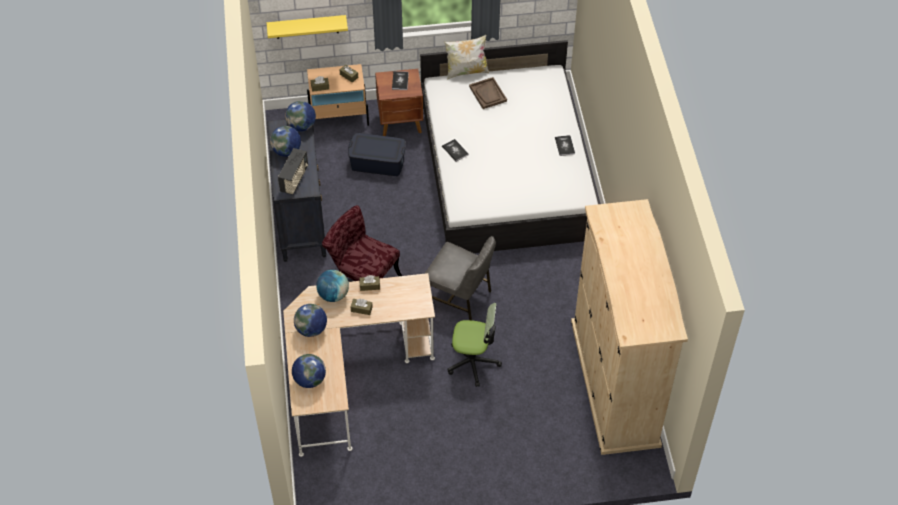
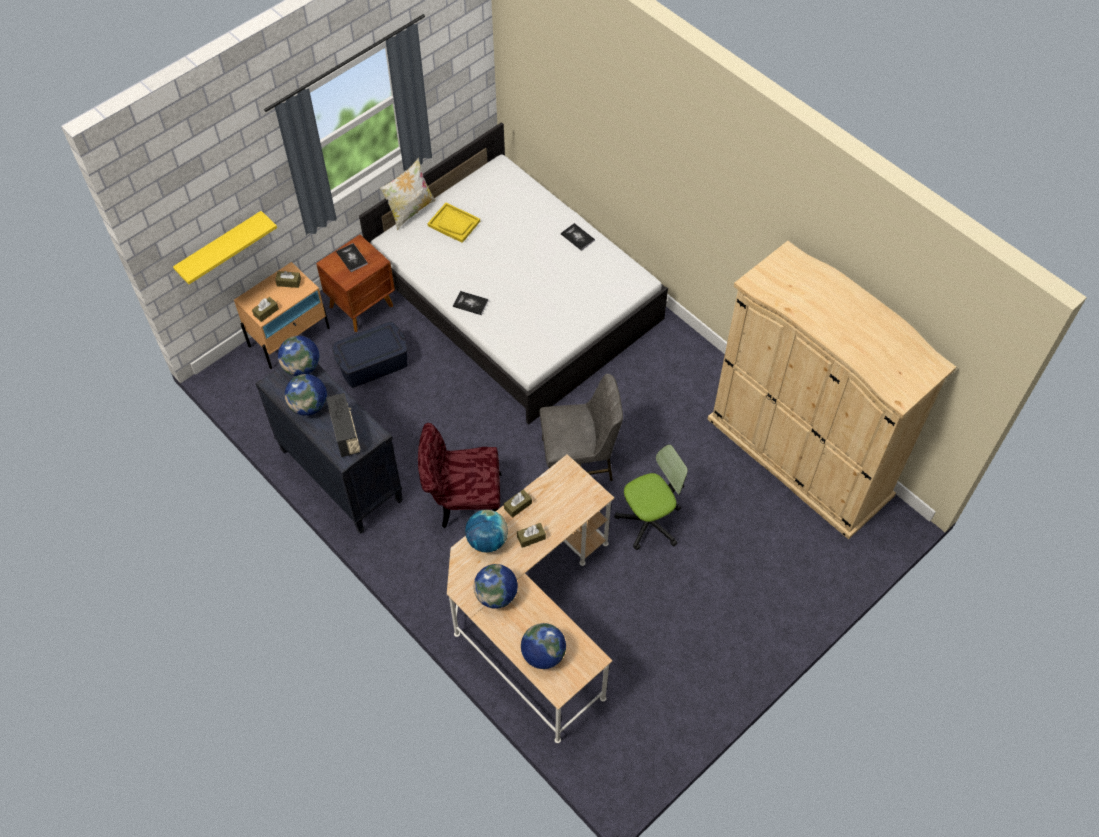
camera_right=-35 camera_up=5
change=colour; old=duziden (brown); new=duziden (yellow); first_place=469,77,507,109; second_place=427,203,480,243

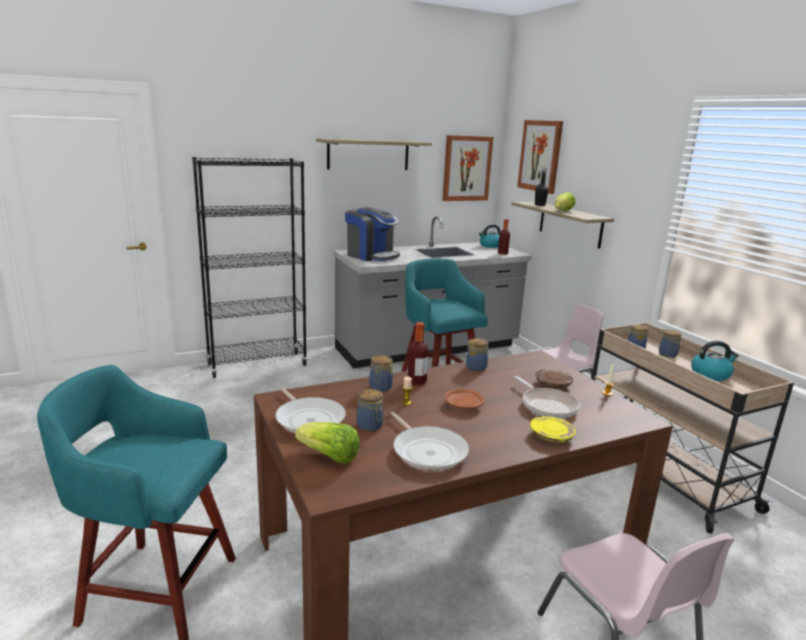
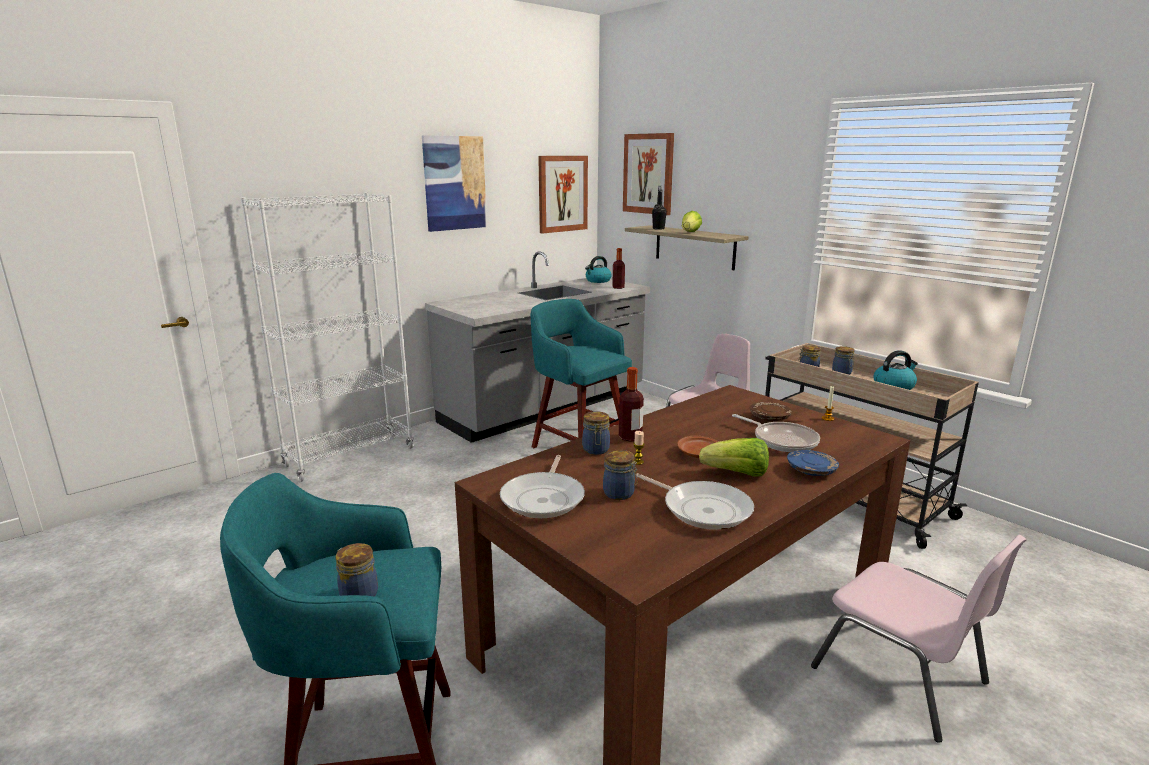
camera_right=-15 camera_up=0
change=colour; old=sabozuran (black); new=sabozuran (white); first_place=192,157,307,378; second_place=241,193,414,482
change=spun; old=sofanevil; first_place=275,386,346,433; second_place=500,455,585,518; degrees=60
change=relocated; old=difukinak; first_place=295,422,360,464; second_place=699,438,769,477
change=exchanged; old=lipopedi; new=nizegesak; first_place=316,138,432,170; second_place=422,135,487,232
change=missing; old=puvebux; first_place=345,207,400,261
change=relocated; old=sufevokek; first_place=466,338,489,371; second_place=335,543,378,596
change=colour; old=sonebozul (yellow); new=sonebozul (blue); first_place=530,416,576,442; second_place=787,450,839,476

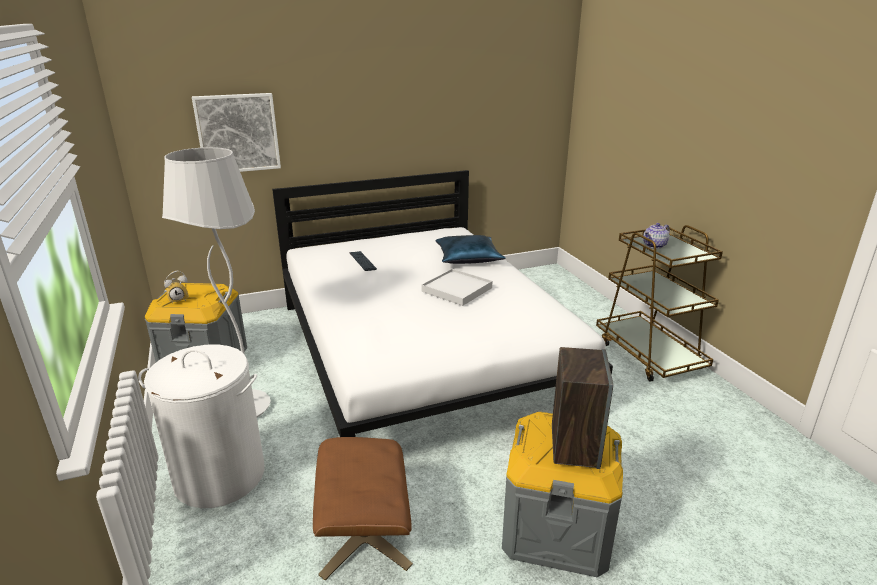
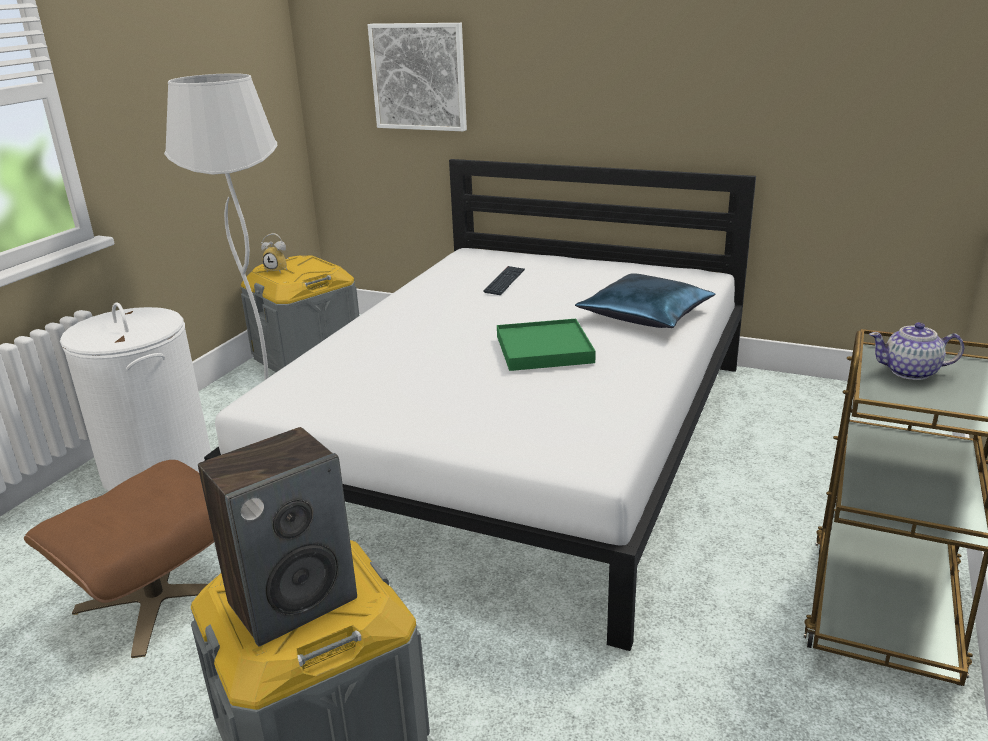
camera_right=45 camera_up=0
change=colour; old=duziden (white); new=duziden (green); first_place=421,269,492,306; second_place=497,319,596,371

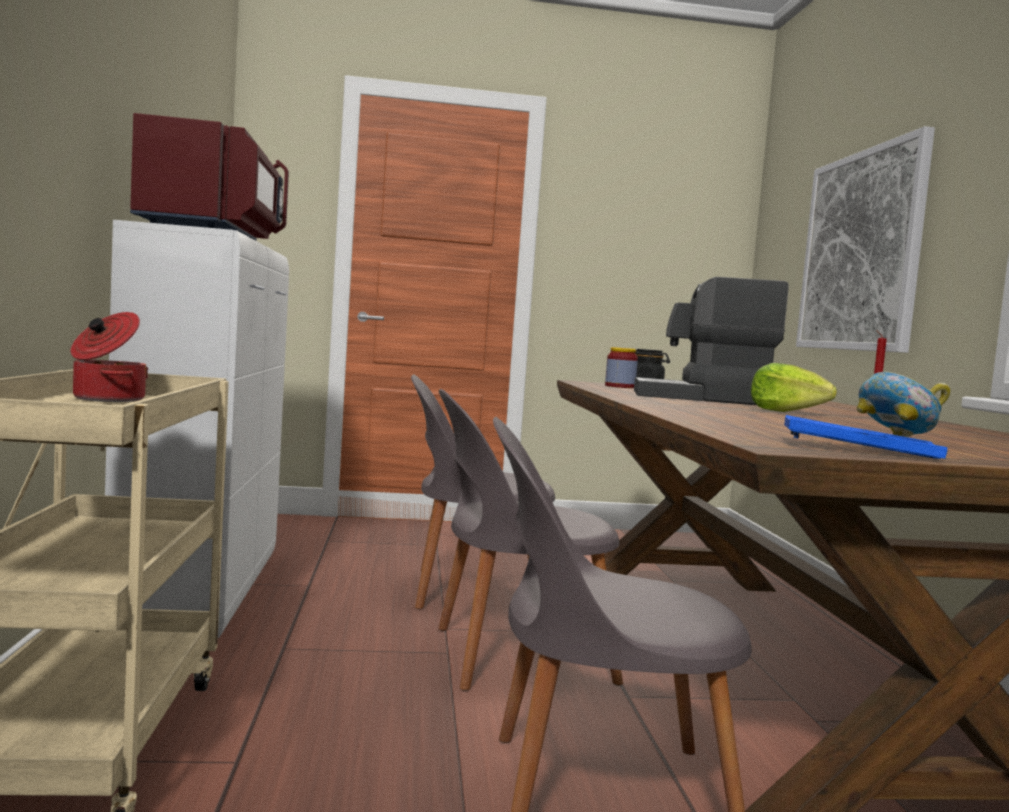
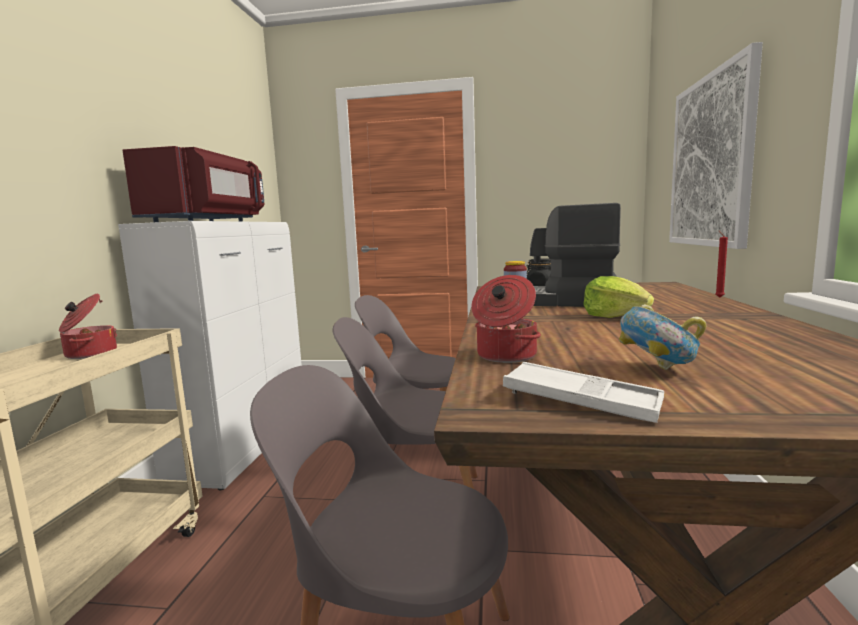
camera_right=15 camera_up=5
change=colour; old=duziden (blue); new=duziden (white); first_place=784,415,947,459; second_place=503,362,664,423
change=appeared; new=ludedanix; second_place=471,275,541,363

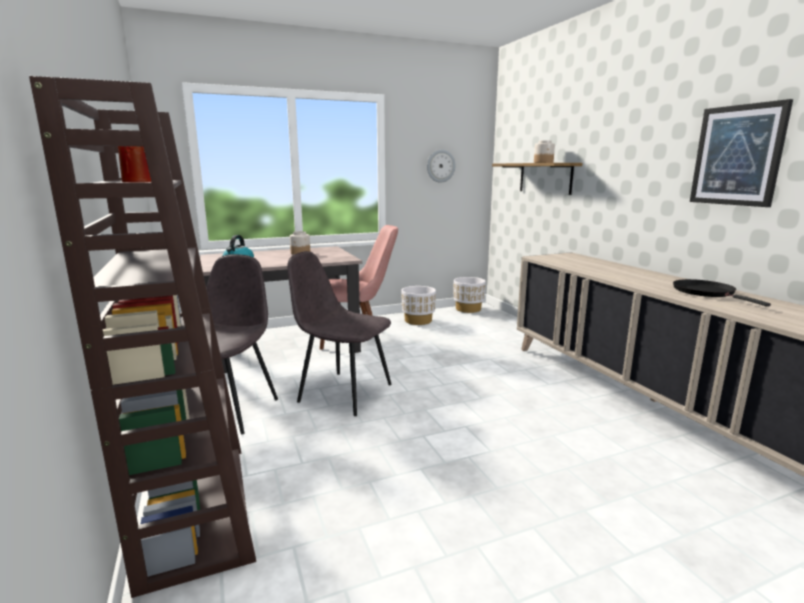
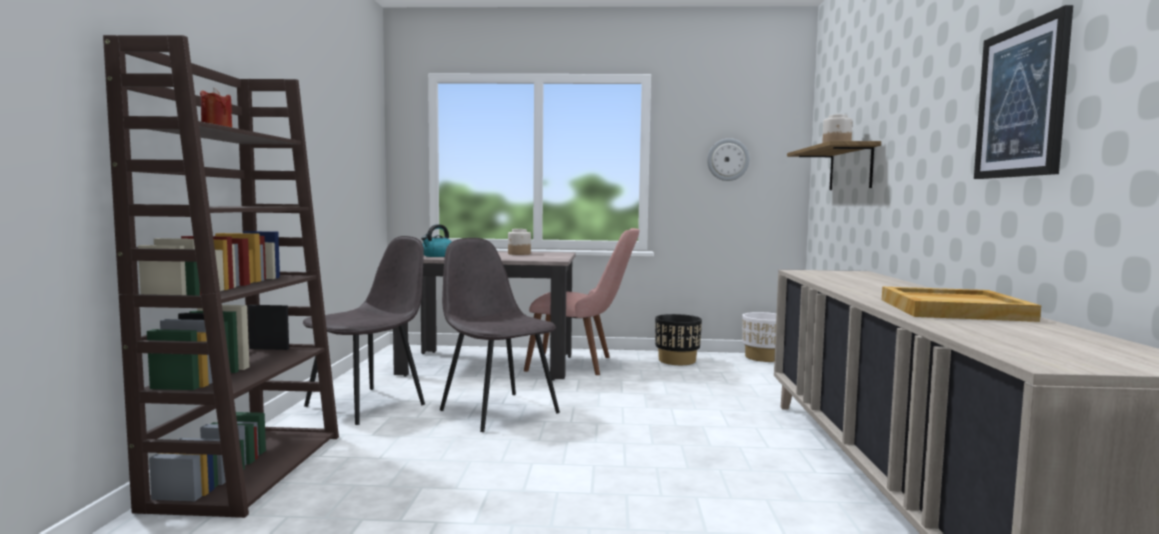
camera_right=25 camera_up=-10
change=colour; old=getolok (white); new=getolok (black); first_place=402,286,436,325; second_place=655,314,702,365
change=exchanged; old=sofanevil (black); new=duziden (beige); first_place=673,279,771,307; second_place=882,287,1041,322

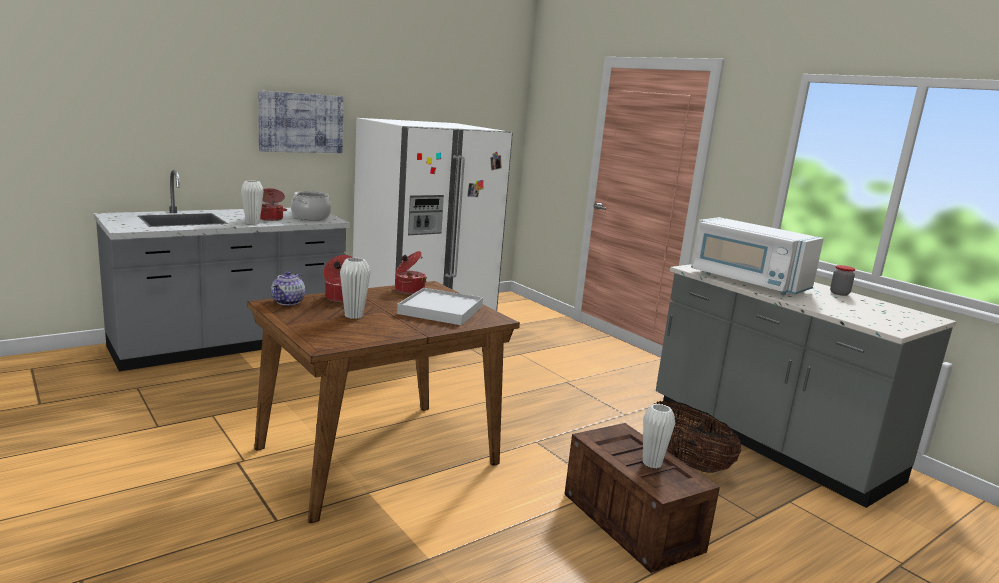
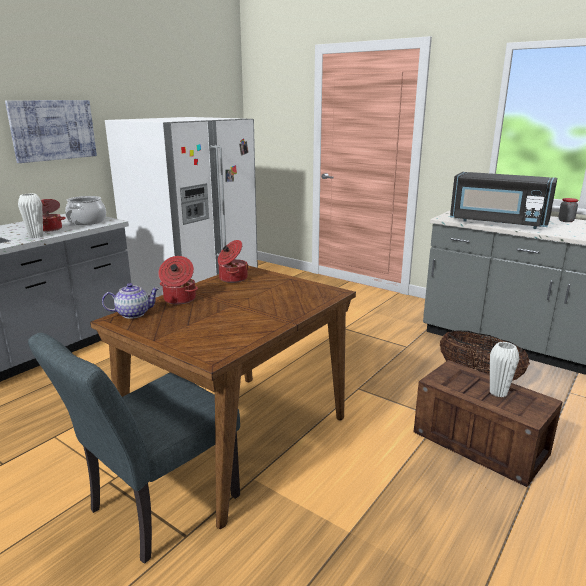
camera_right=-15 camera_up=5
change=spun; old=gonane; first_place=271,271,305,305; second_place=102,283,160,319; degrees=-105
change=missing; old=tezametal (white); first_place=340,258,370,319
change=missing; old=duziden (white); first_place=397,288,483,325
change=colour; old=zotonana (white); new=zotonana (black); first_place=691,217,824,295; second_place=450,172,557,229
change=appeared; new=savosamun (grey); second_place=28,333,240,564

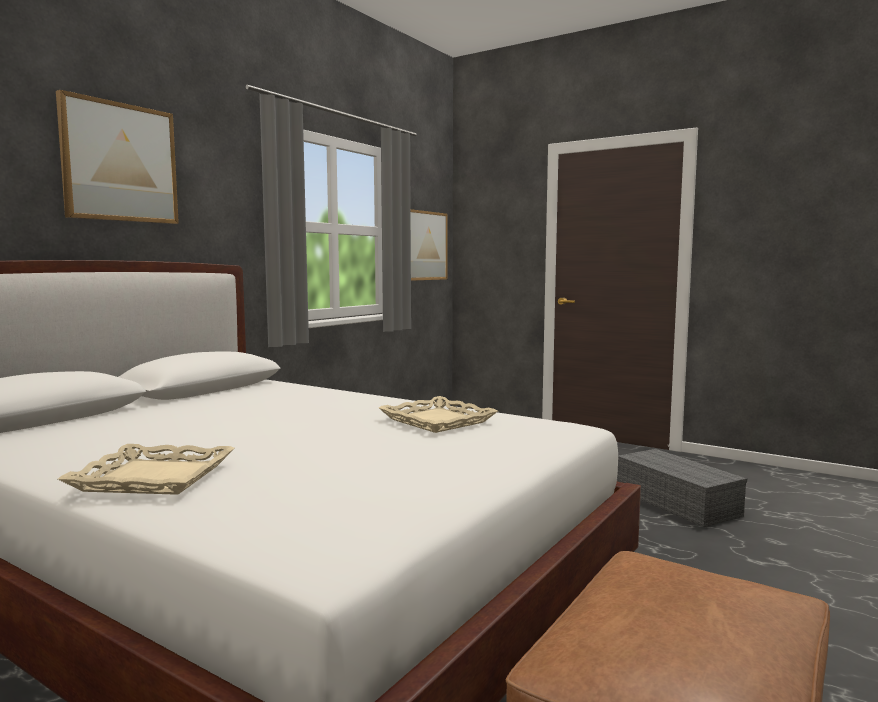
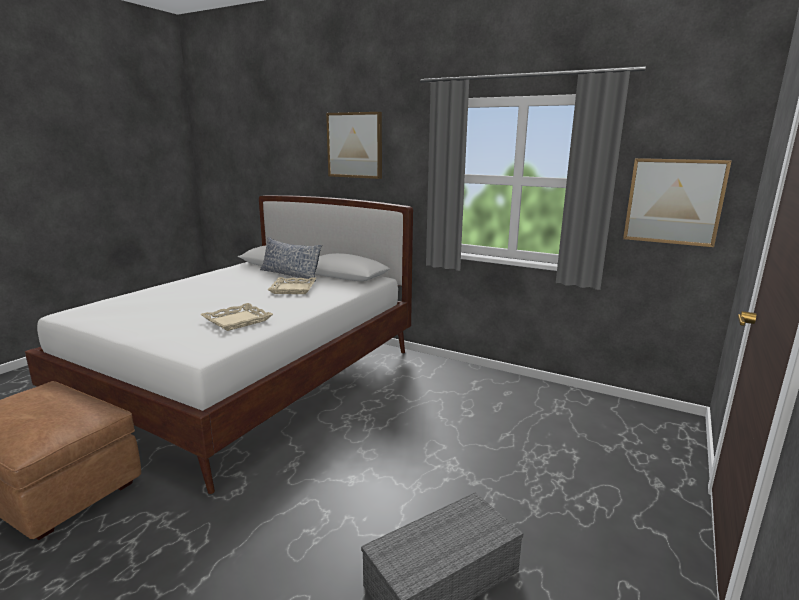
camera_right=85 camera_up=10
change=relocated; old=duziden (beige); first_place=58,444,235,495; second_place=268,277,316,294
change=appeared; new=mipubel; second_place=260,237,322,282

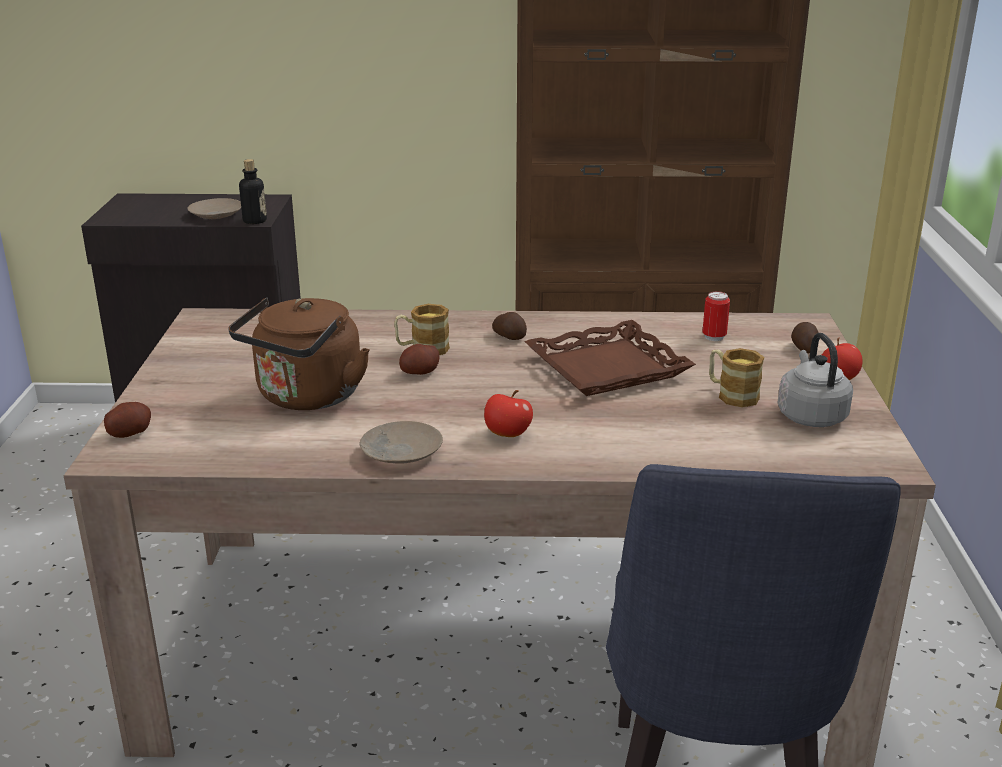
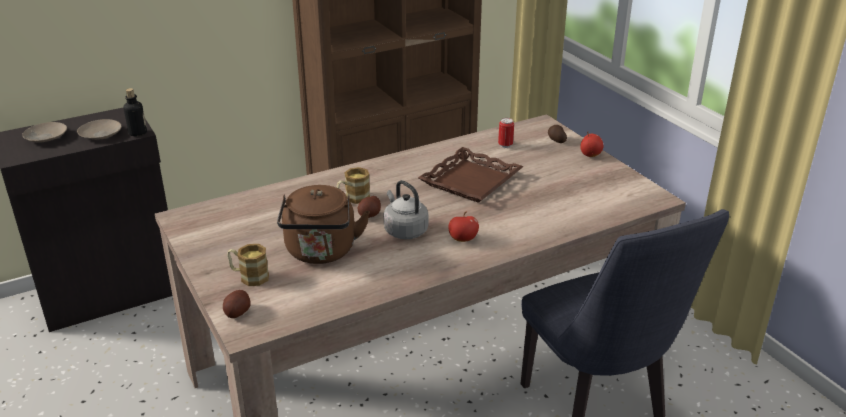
camera_right=-30 camera_up=5
change=relocated; old=sonebozul (beige); first_place=360,421,443,464; second_place=22,122,67,143
change=missing; old=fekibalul; first_place=492,312,527,340
change=relocated; old=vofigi; first_place=709,348,764,408; second_place=227,244,269,286
change=relocated; old=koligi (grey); first_place=777,333,853,427; second_place=384,180,429,239

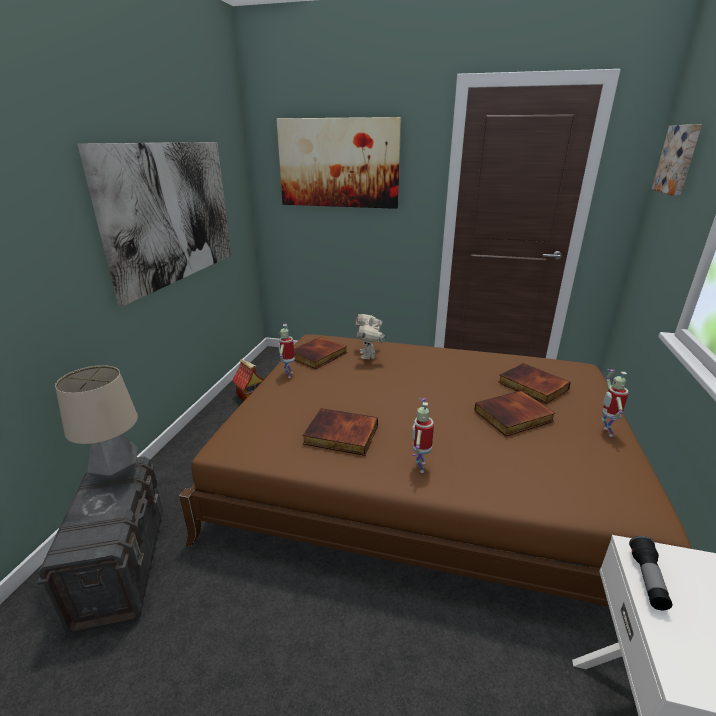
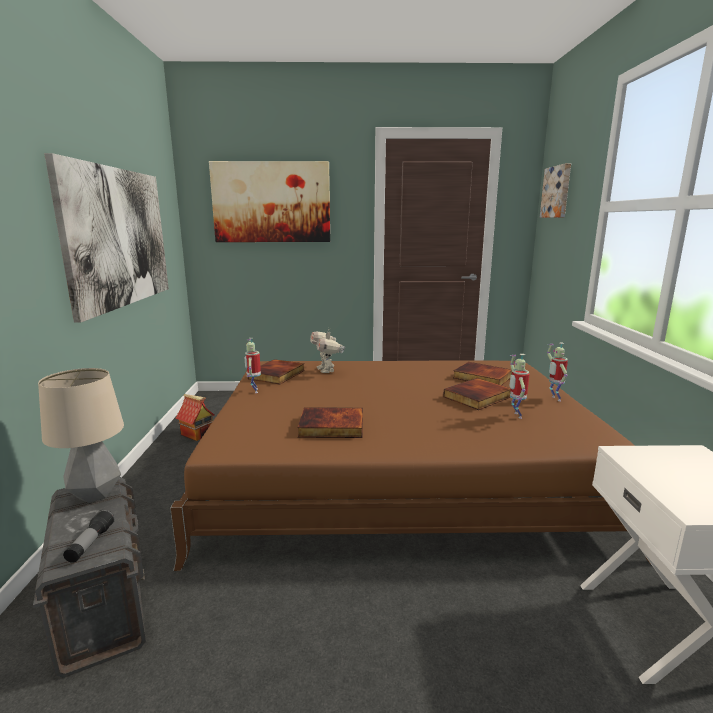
camera_right=-15 camera_up=-10
change=relocated; old=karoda; first_place=412,398,434,473; second_place=510,354,529,419
change=relocated; old=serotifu; first_place=629,536,673,610; second_place=63,510,115,563

